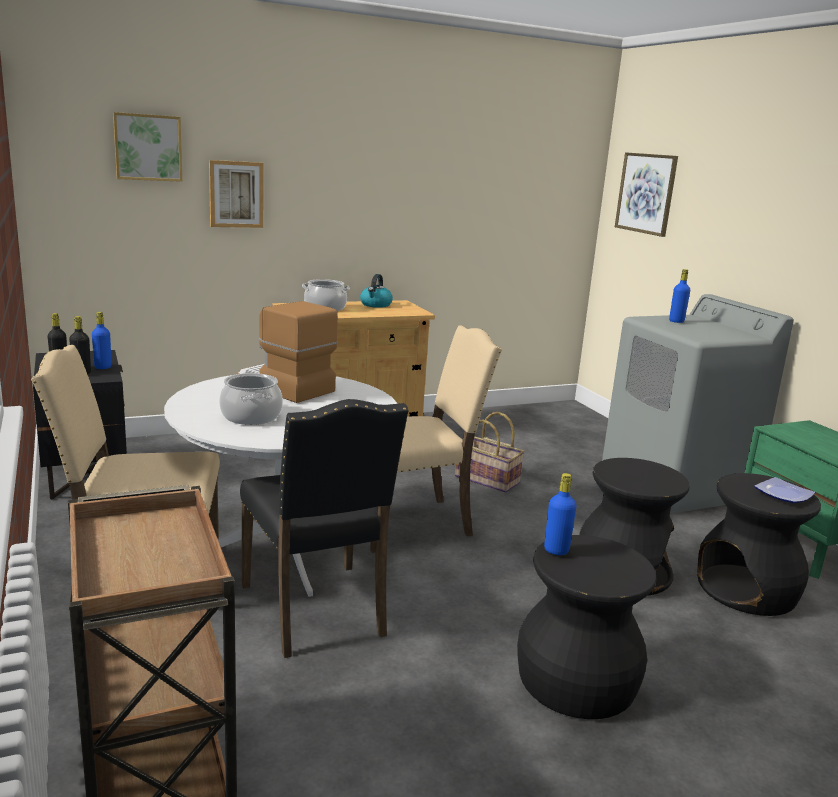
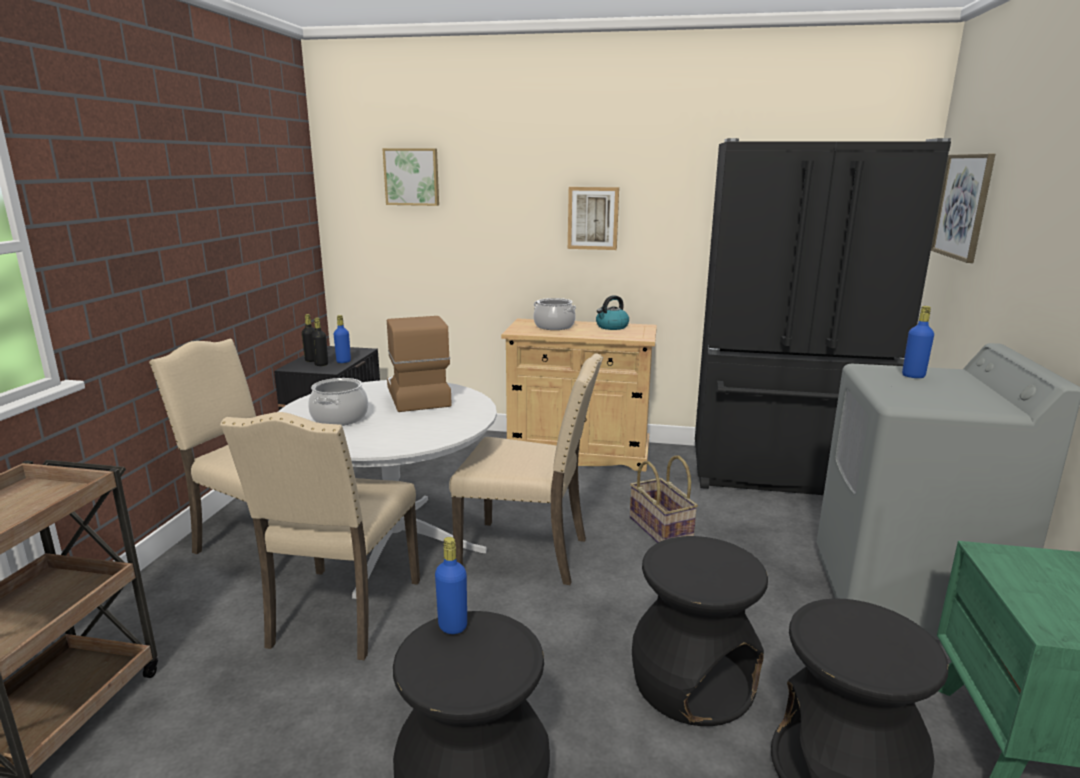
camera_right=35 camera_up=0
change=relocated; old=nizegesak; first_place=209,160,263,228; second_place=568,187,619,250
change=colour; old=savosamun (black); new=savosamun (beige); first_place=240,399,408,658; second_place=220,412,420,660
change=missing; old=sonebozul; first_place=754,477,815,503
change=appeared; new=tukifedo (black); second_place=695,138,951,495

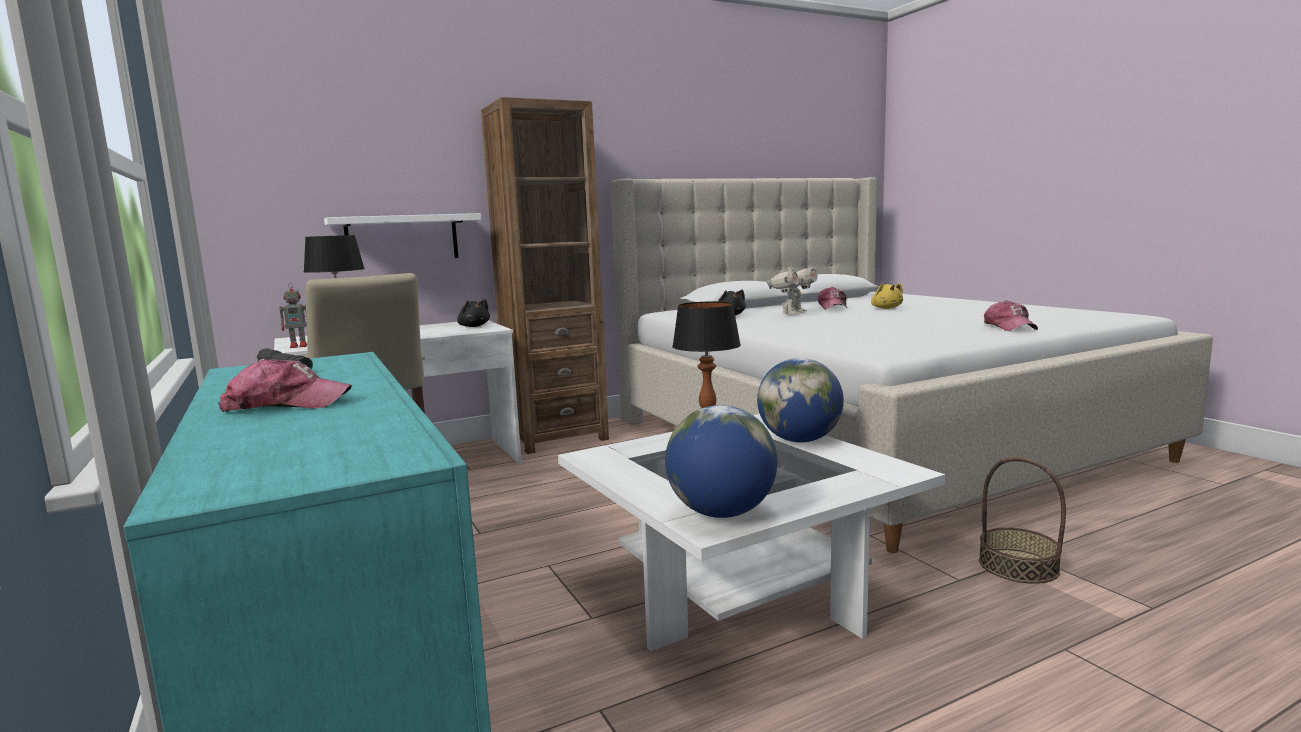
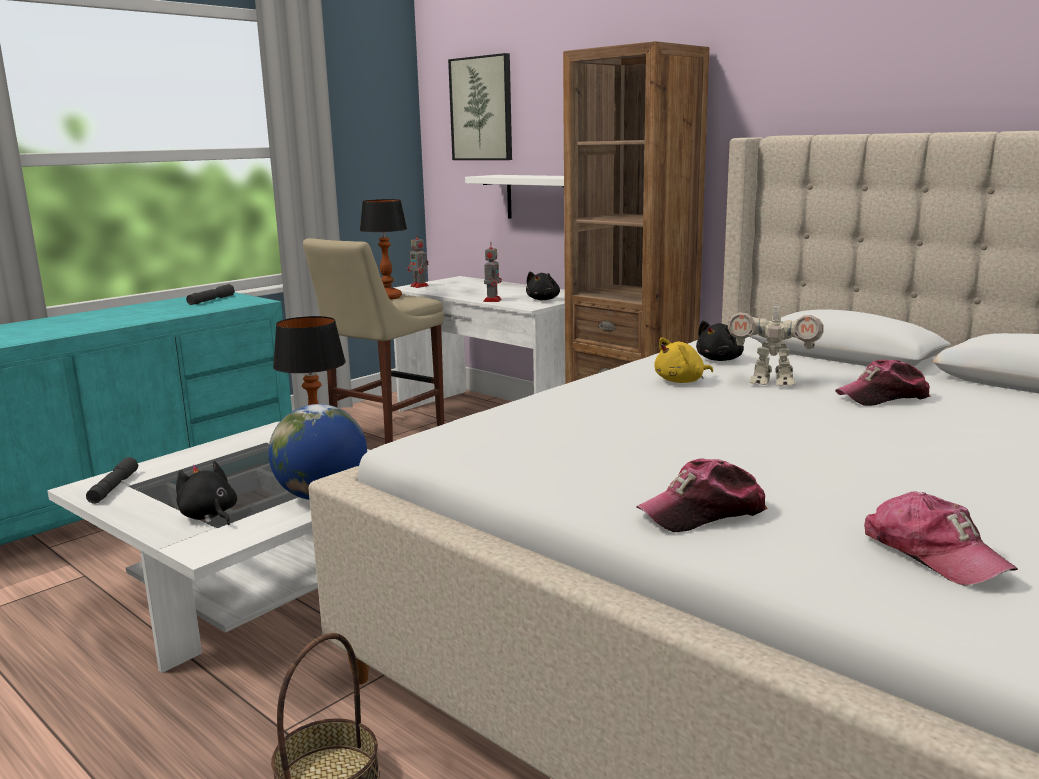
camera_right=70 camera_up=5
change=relocated; old=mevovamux; first_place=218,359,352,412; second_place=864,492,1018,586
change=exchanged; old=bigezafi; new=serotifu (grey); first_place=665,405,778,518; second_place=86,457,138,504
change=relocated; old=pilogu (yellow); first_place=871,283,903,309; second_place=654,337,713,383
change=appeared; new=pilogu (black); second_place=176,461,237,525
change=appeared; new=nizegesak; second_place=448,53,512,160
change=appeared; new=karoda; second_place=483,242,502,302

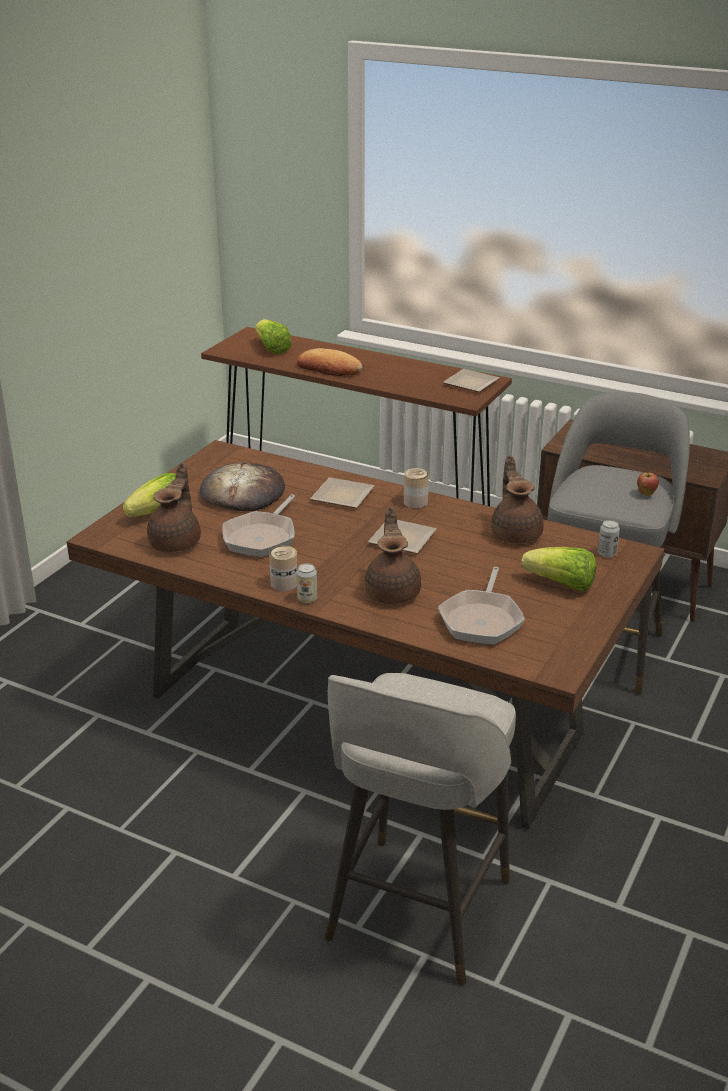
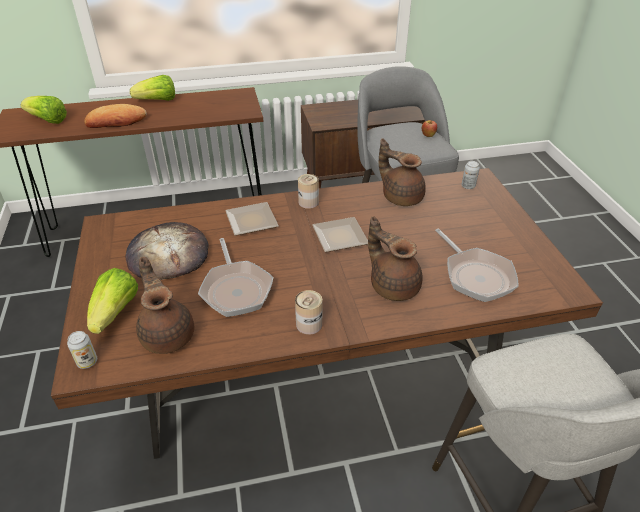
camera_right=-40 camera_up=10
change=relocated; old=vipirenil; first_place=296,563,317,603; second_place=67,331,97,369
change=missing; old=sonebozul; first_place=443,369,499,392
change=relocated; old=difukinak; first_place=521,547,597,591; second_place=130,75,175,101

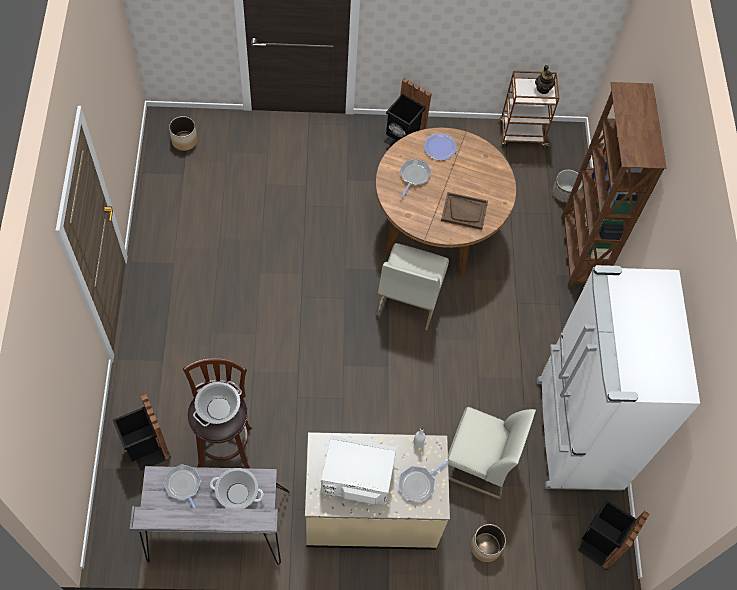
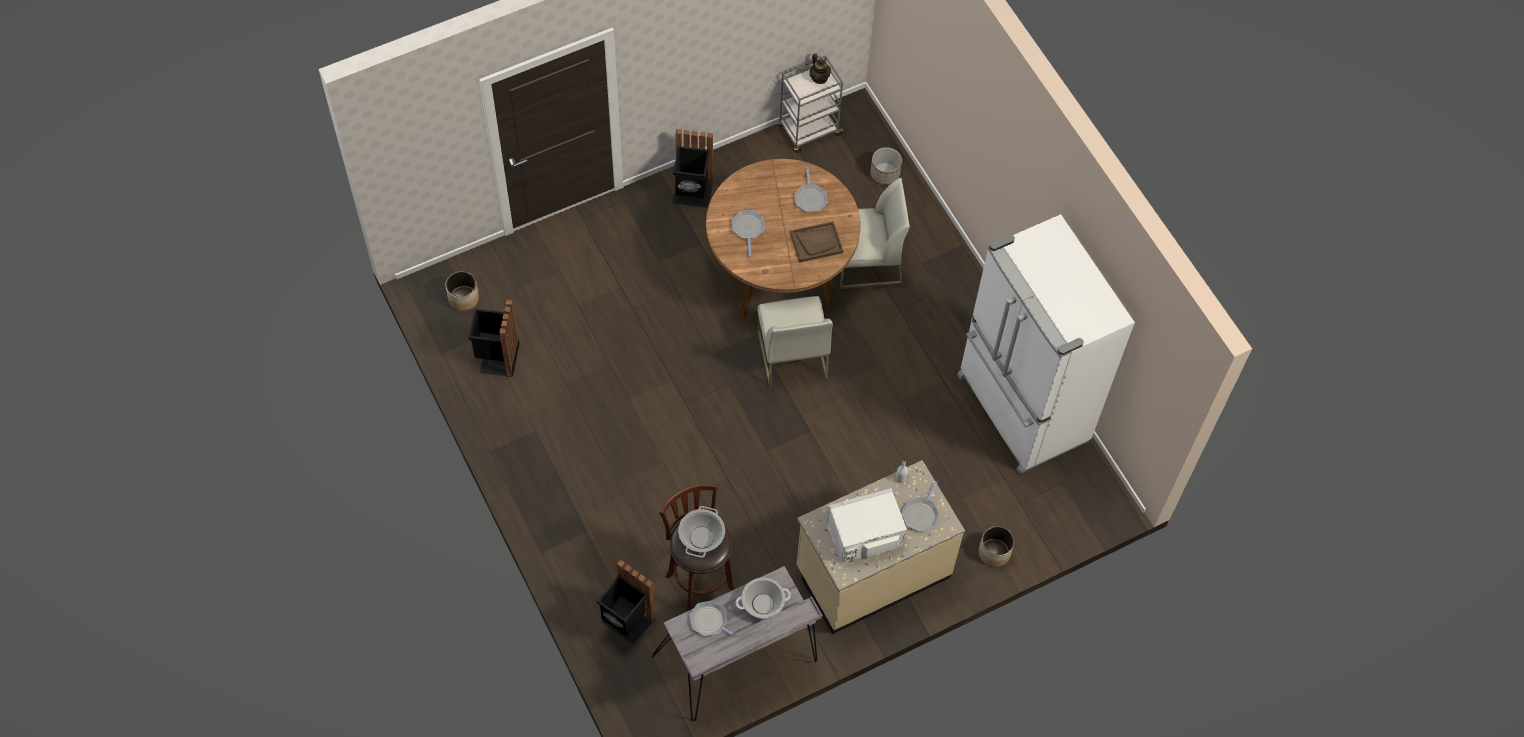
camera_right=-25 camera_up=0
change=missing; old=sonebozul; first_place=424,133,457,160
change=relocated; old=savosamun (white); first_place=448,407,536,500; second_place=840,178,910,289
change=colour; old=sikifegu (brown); new=sikifegu (grey); first_place=500,71,559,149; second_place=778,55,844,153
change=missing; old=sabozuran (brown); first_place=561,82,667,287
change=relocated; old=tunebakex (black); first_place=578,500,650,570; second_place=468,299,520,377
change=appeared; new=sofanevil; second_place=795,167,828,212

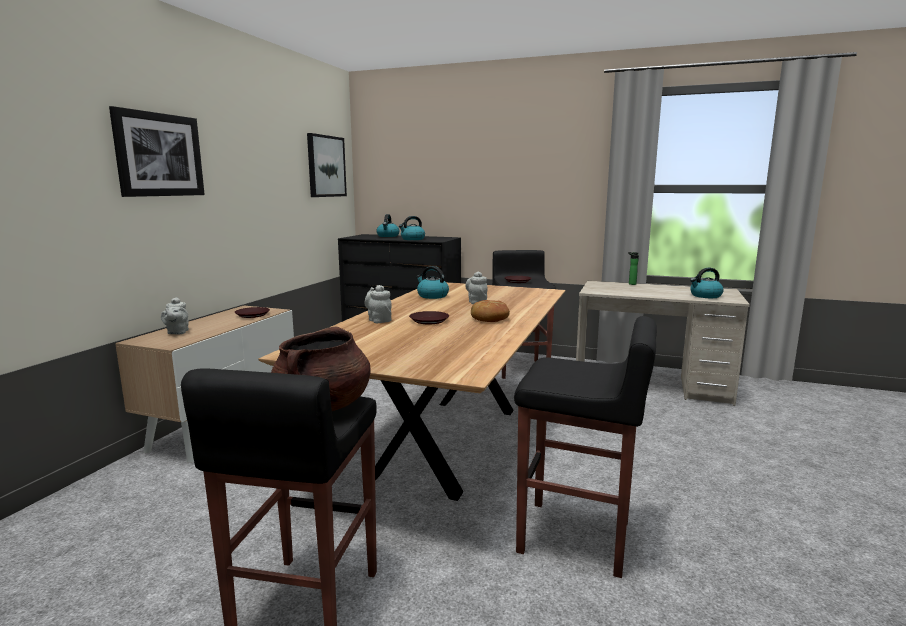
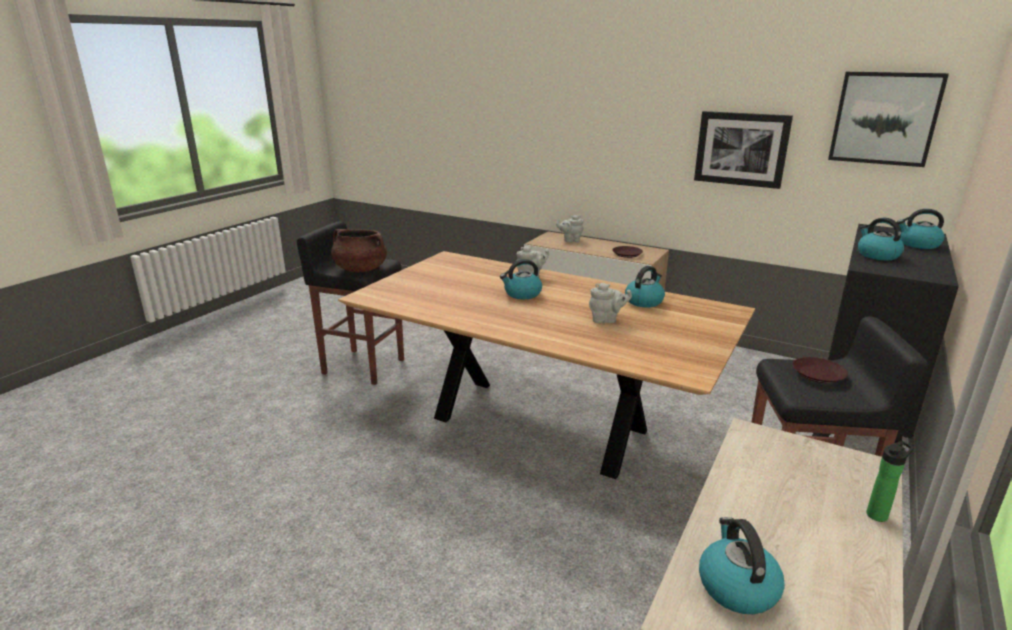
camera_right=100 camera_up=10
change=relocated; old=nizegesak; first_place=109,106,205,197; second_place=694,111,793,189
change=exchanged; old=sonebozul (brown); new=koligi; first_place=409,311,449,324; second_place=500,259,542,299
change=missing; old=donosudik; first_place=471,300,510,322
change=missing; old=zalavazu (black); first_place=514,316,657,578

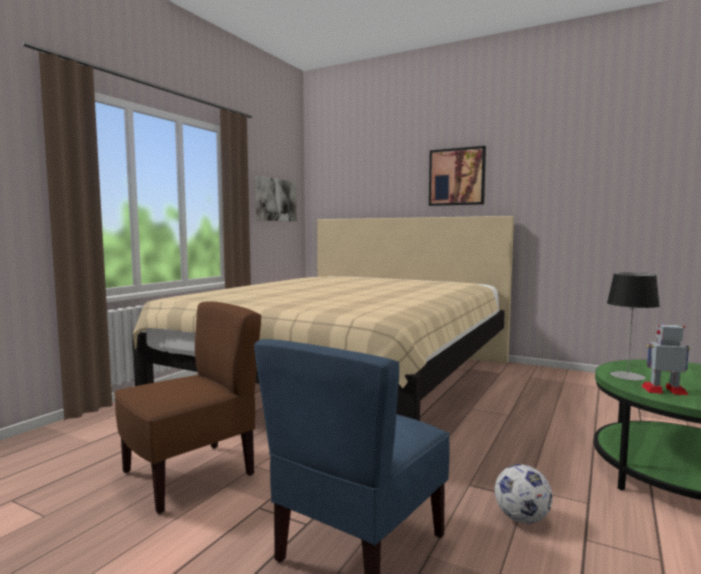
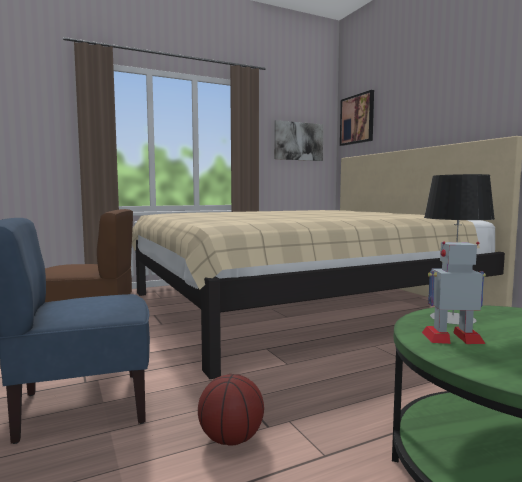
camera_right=35 camera_up=0
change=relocated; old=nizegesak; first_place=429,146,486,206; second_place=340,90,374,146
change=exchanged; old=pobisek; new=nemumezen; first_place=495,464,553,524; second_place=198,374,264,446
change=spun; old=karoda; first_place=642,324,690,395; second_place=421,241,486,344; degrees=-45

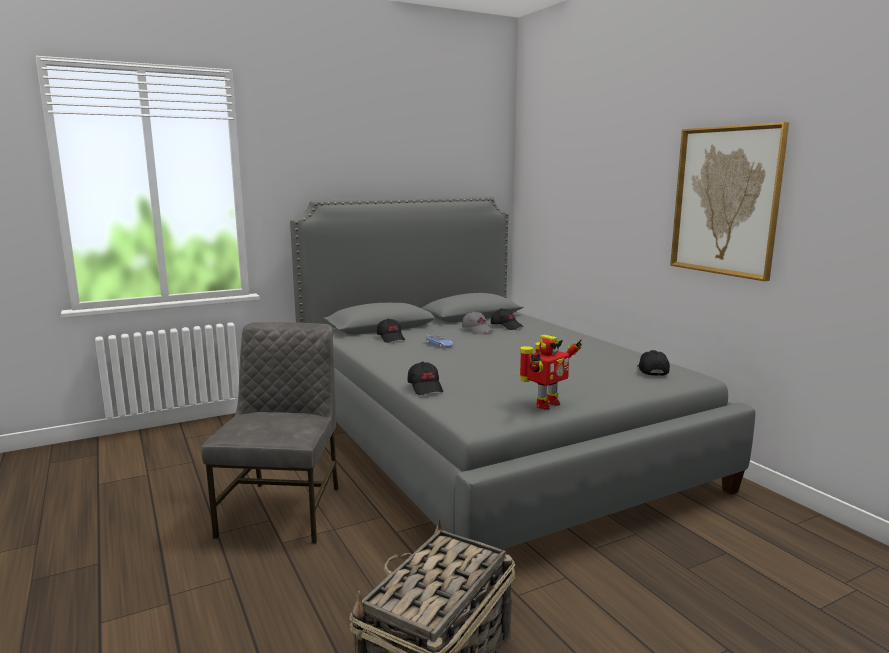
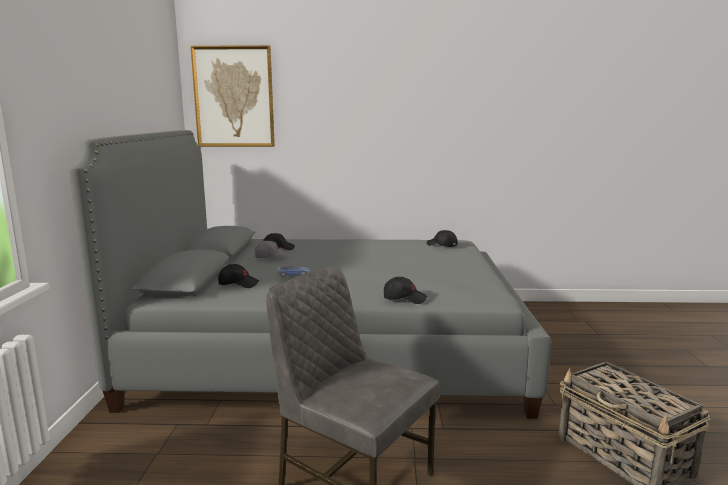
camera_right=-60 camera_up=0
change=missing; old=karoda; first_place=519,335,582,410
change=relocated; old=nizegesak; first_place=670,122,789,281; second_place=190,45,275,147

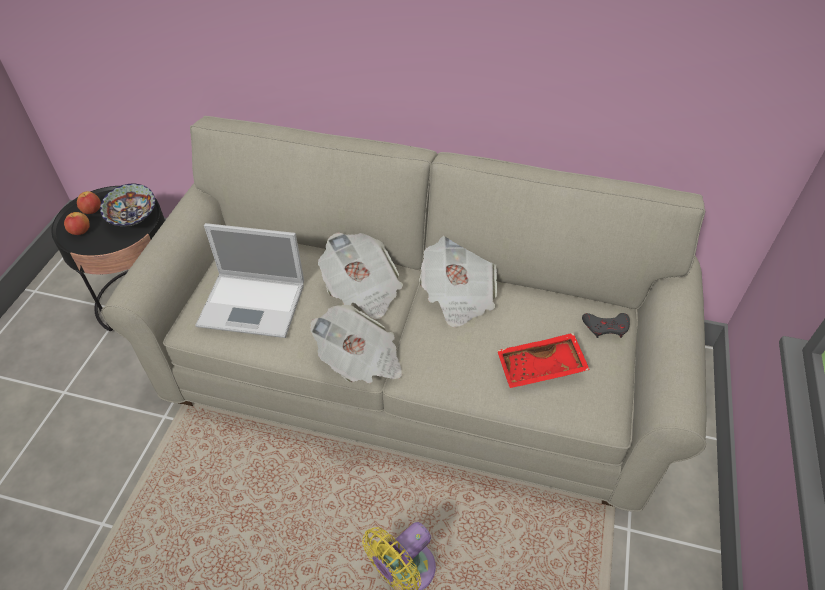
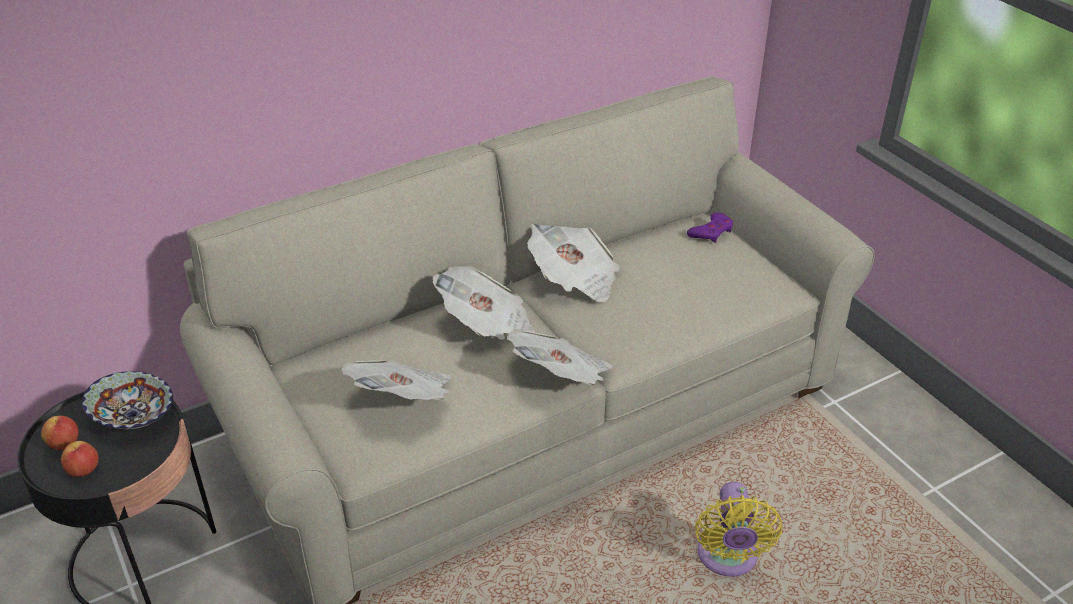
camera_right=-45 camera_up=-10
change=exchanged; old=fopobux; new=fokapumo; first_place=195,223,304,338; second_place=341,360,452,400
change=missing; old=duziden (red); first_place=497,333,590,388
change=colour; old=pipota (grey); new=pipota (purple); first_place=582,313,630,338; second_place=687,212,733,243

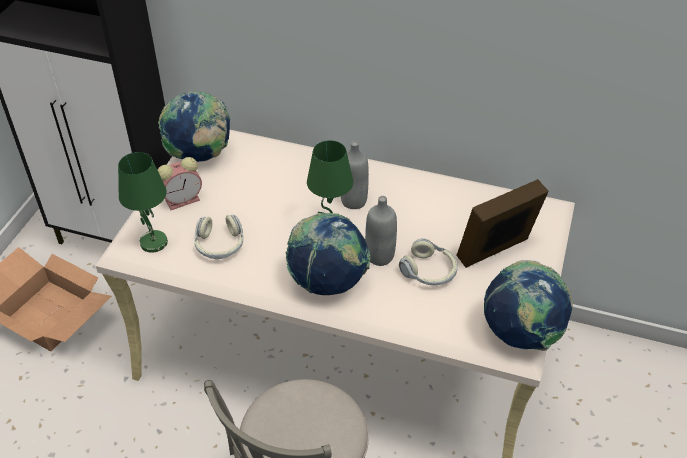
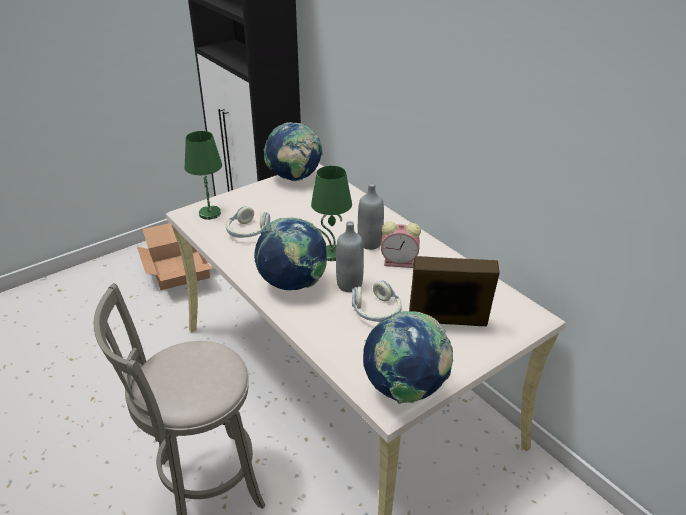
camera_right=35 camera_up=-10
change=relocated; old=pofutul; first_place=158,157,202,210; second_place=381,222,421,268

